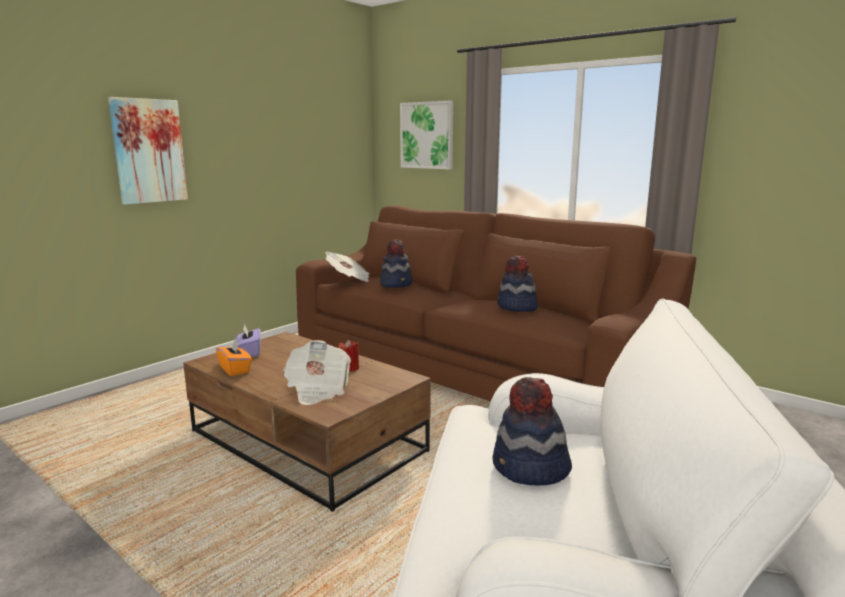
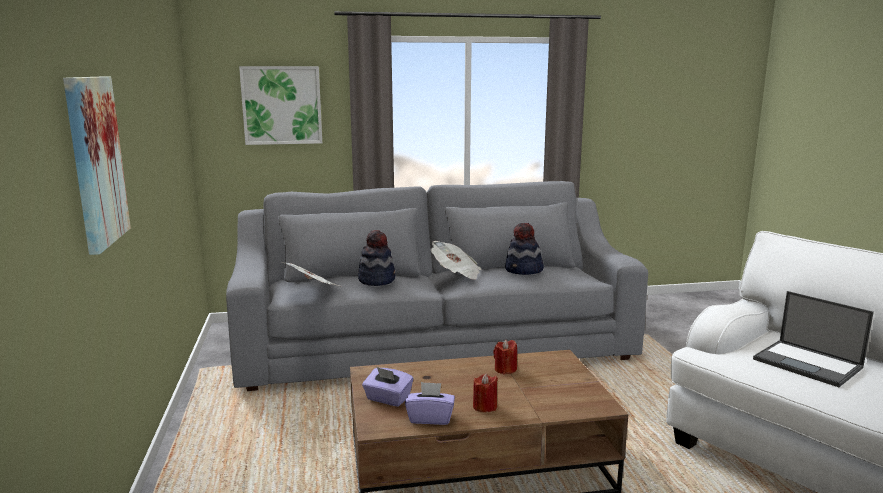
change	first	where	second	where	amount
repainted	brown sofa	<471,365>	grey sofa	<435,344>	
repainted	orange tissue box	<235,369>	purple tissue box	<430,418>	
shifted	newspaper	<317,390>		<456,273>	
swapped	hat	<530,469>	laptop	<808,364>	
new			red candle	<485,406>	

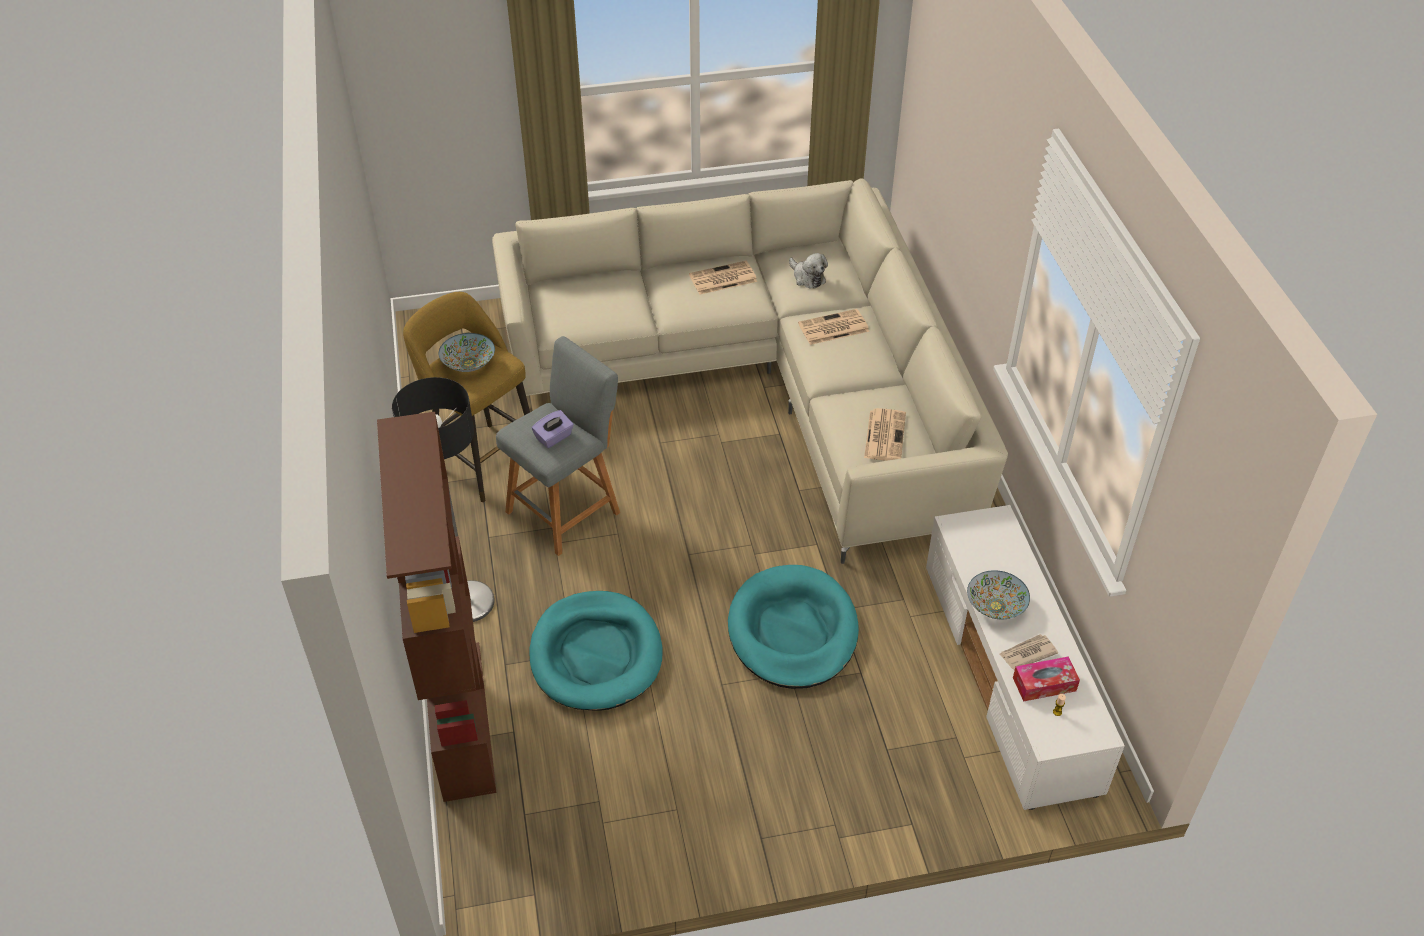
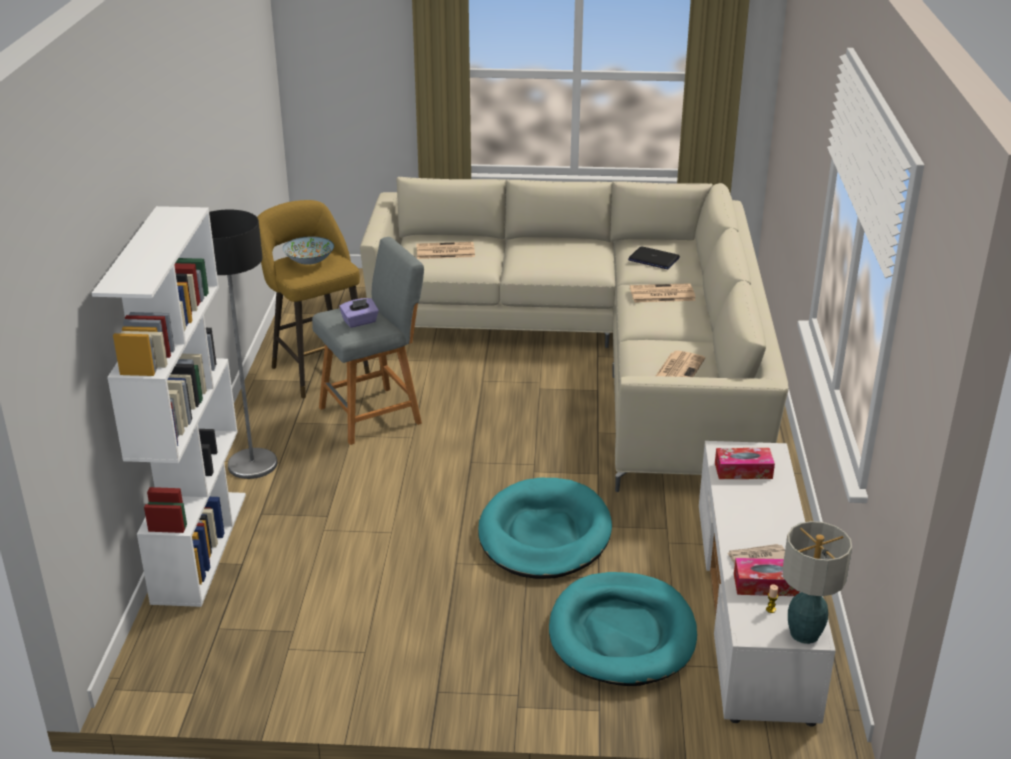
change	first	where	second	where	amount
swapped	plush toy	<807,277>	laptop	<653,259>	
shifted	newspaper	<722,279>		<444,251>	
repainted	brown bookcase	<461,718>	white bookcase	<199,546>	
gone	bowl	<996,606>			
shifted	turquoise dog bed	<596,654>		<622,634>	
new			tissue box	<743,471>	
new			table lamp	<805,634>	

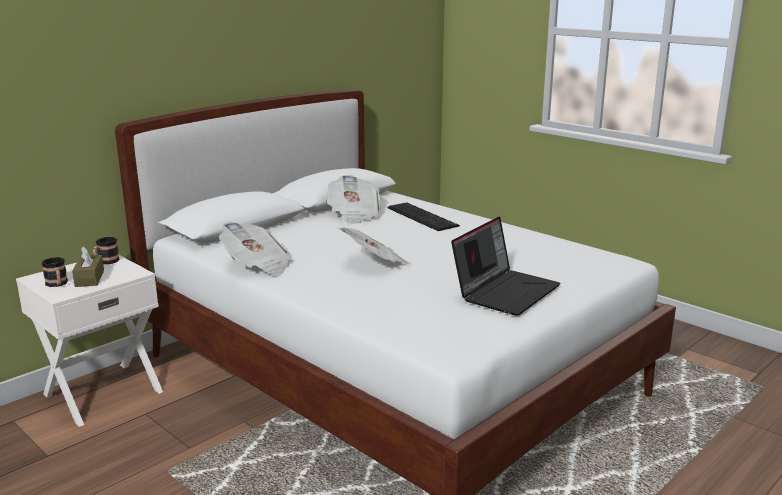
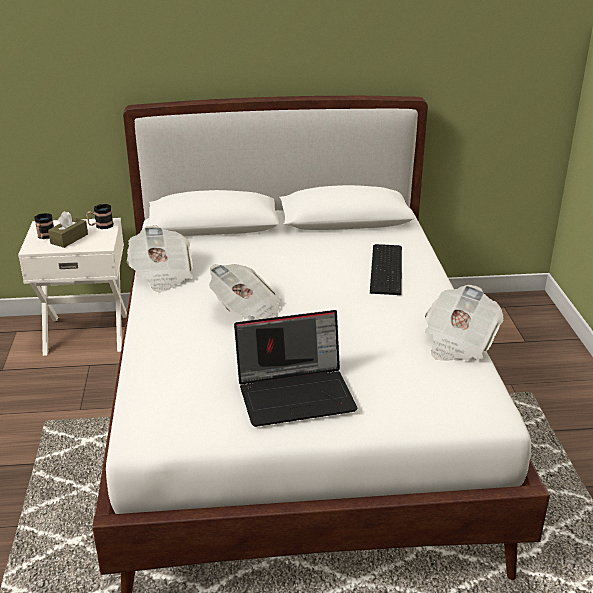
change	first	where	second	where	amount
shifted	newspaper	<353,215>		<458,342>	

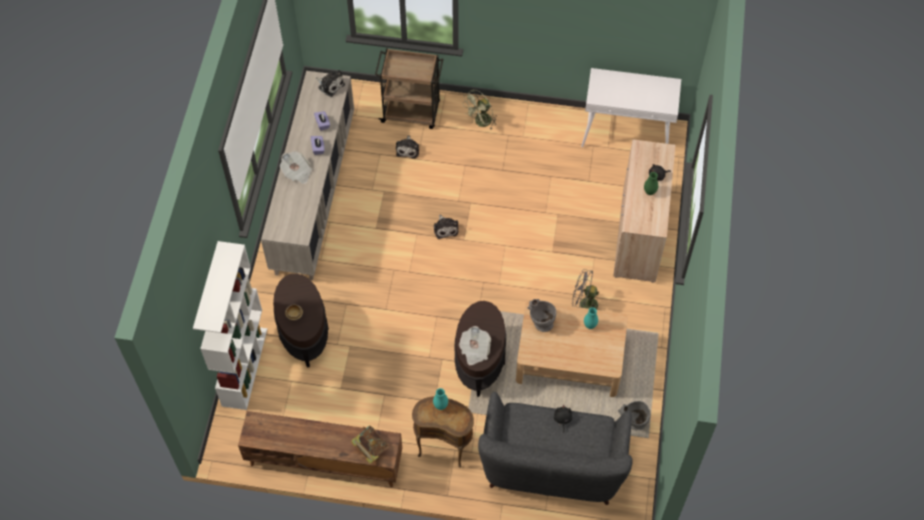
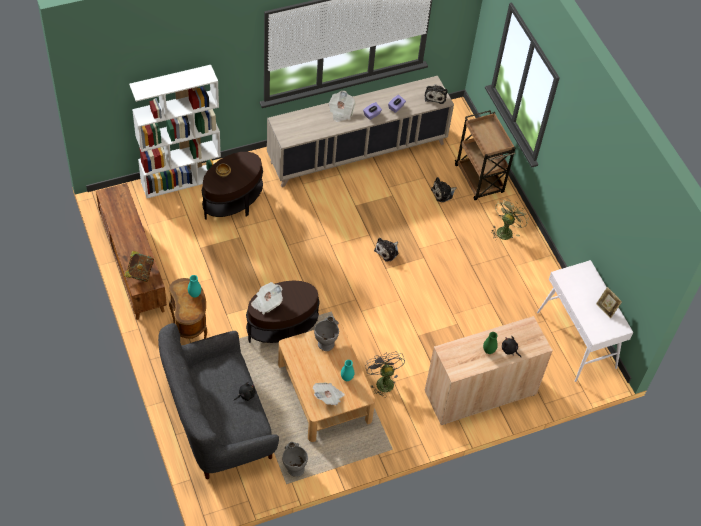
change	first	where	second	where	amount
rotated	green fan	<480,123>		<505,230>	105 degrees clockwise
new			picture frame	<606,309>	
new			newspaper	<328,397>	

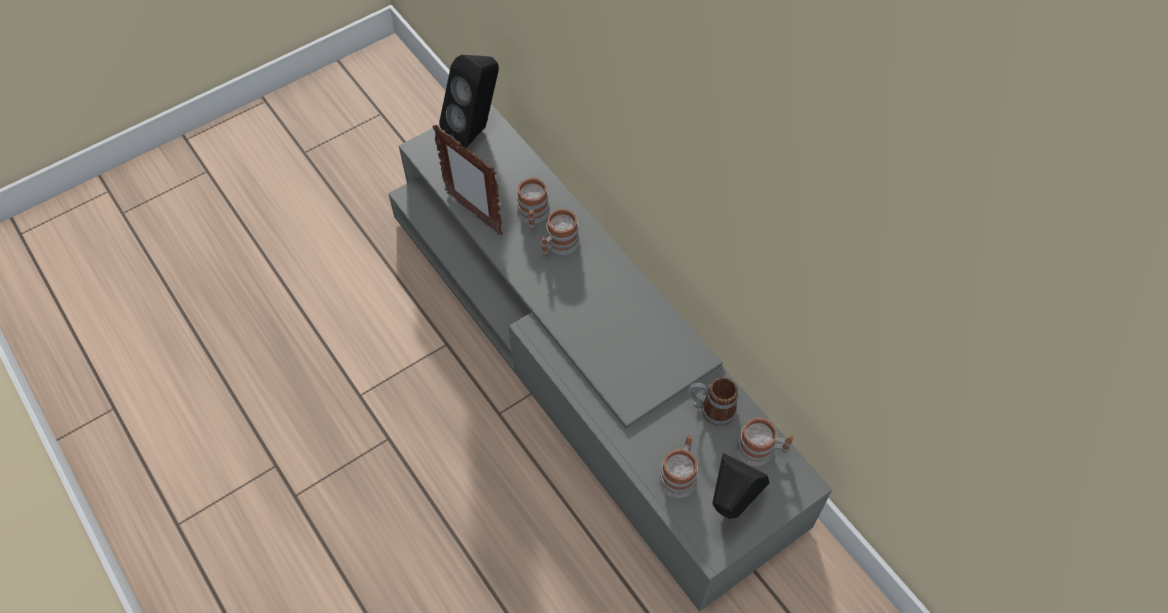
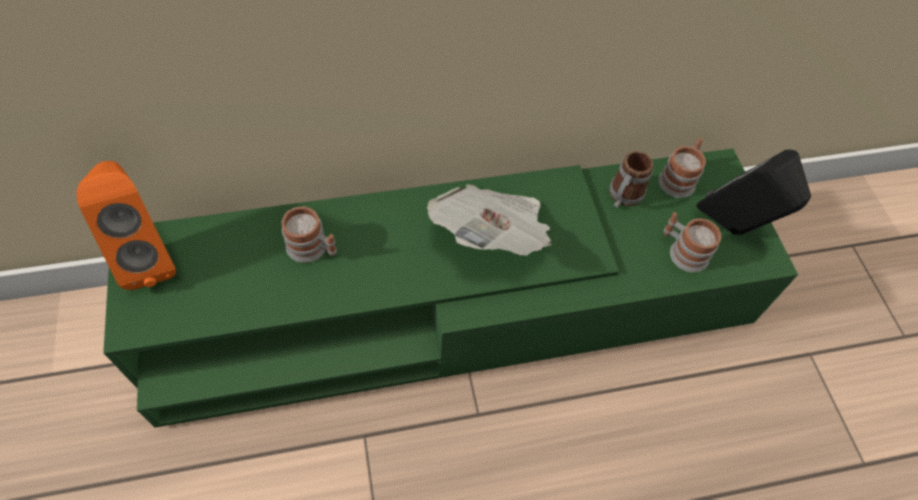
change	first	where	second	where	amount
repainted	black speaker	<476,130>	orange speaker	<148,257>	
repainted	grey tv stand	<584,359>	green tv stand	<454,307>	
gone	picture frame	<473,212>			
gone	mug	<558,245>			
new			newspaper	<492,235>	

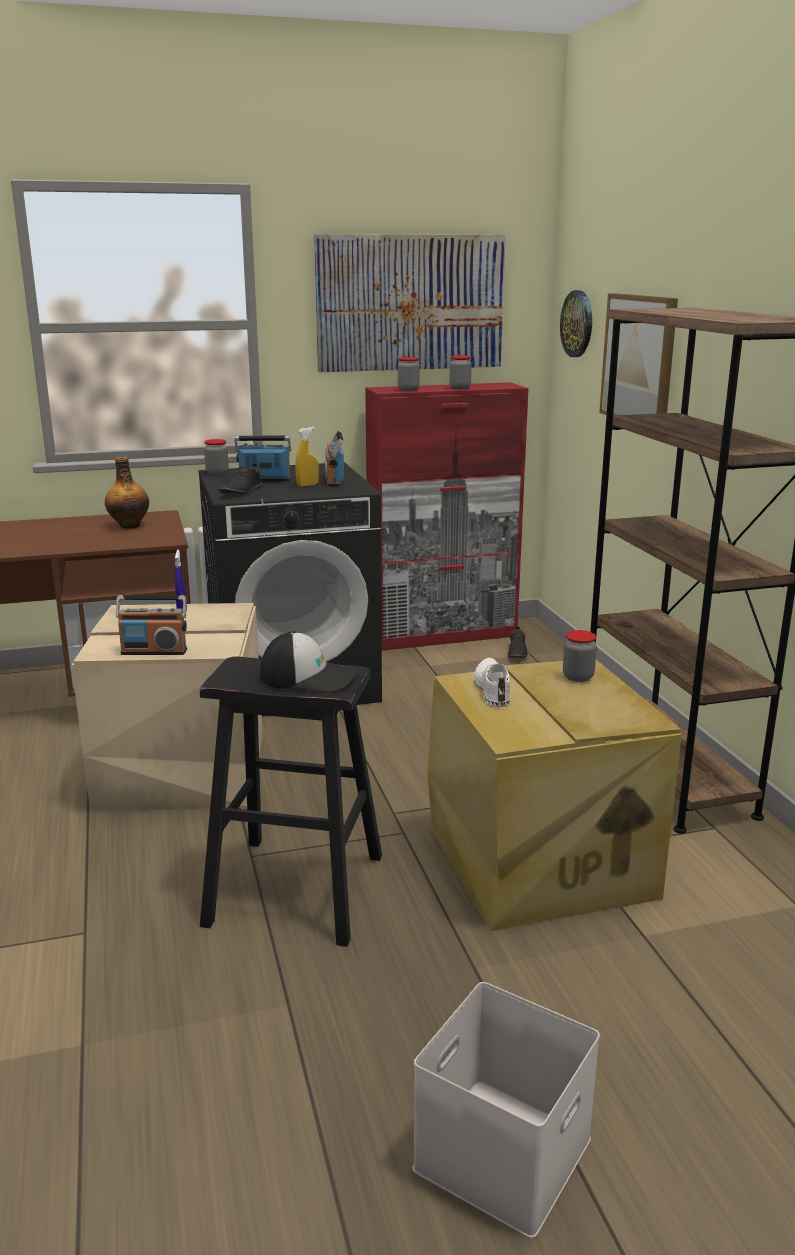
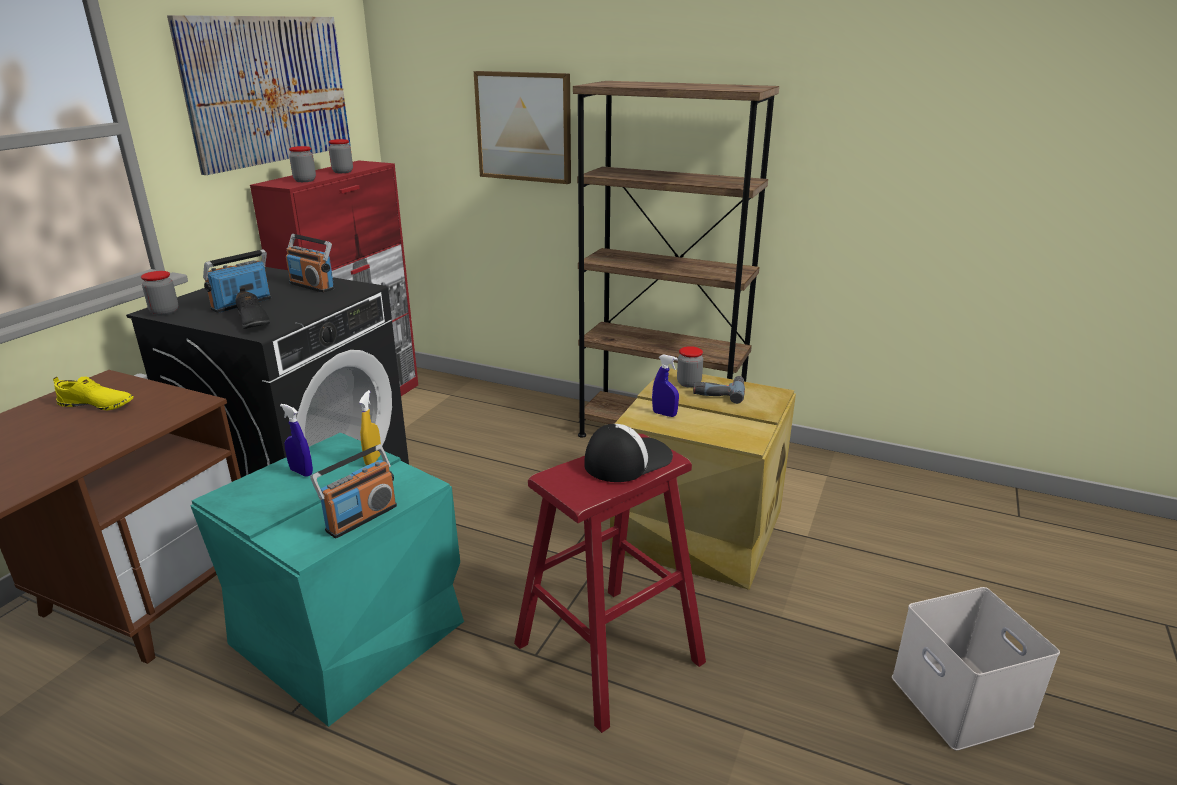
change	first	where	second	where	amount
gone	wall clock	<577,324>			
shifted	yellow spray bottle	<307,485>		<373,459>	
swapped	bottle	<129,526>	yellow shoe	<97,405>	
repainted	beige storage box	<184,772>	turquoise storage box	<351,632>	
gone	black shoe	<516,652>			
repainted	black stool	<296,889>	red stool	<608,653>	
swapped	white shoe	<493,688>	blue spray bottle	<664,414>	
new			power drill	<719,392>	

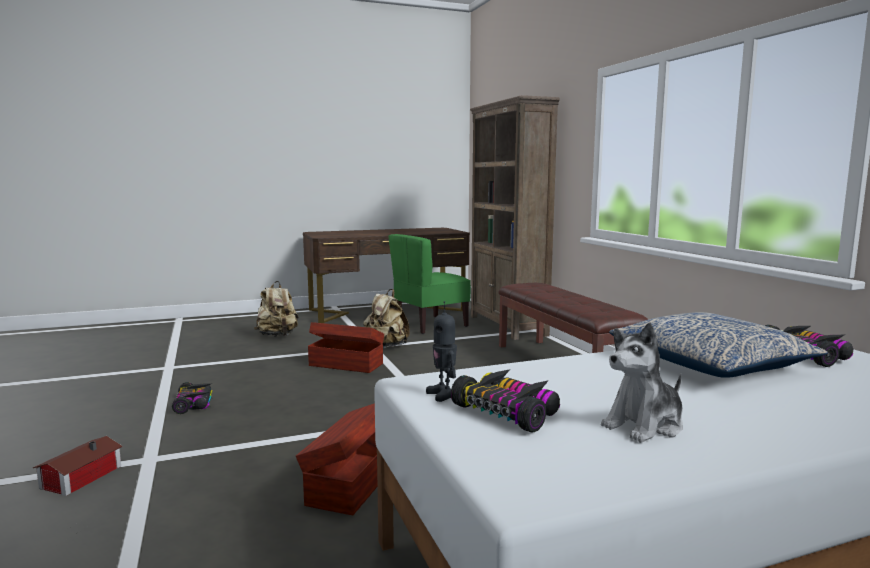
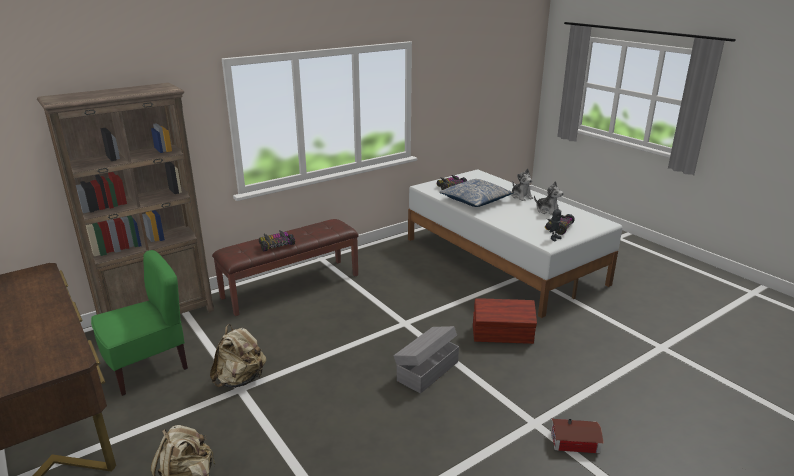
change	first	where	second	where	amount
rotated	green chair	<430,325>		<147,366>	75 degrees counterclockwise
gone	brown storage box	<346,364>			
shifted	toy car	<194,404>		<276,245>	
new			plush toy	<521,196>	
new			grey storage box	<426,371>	

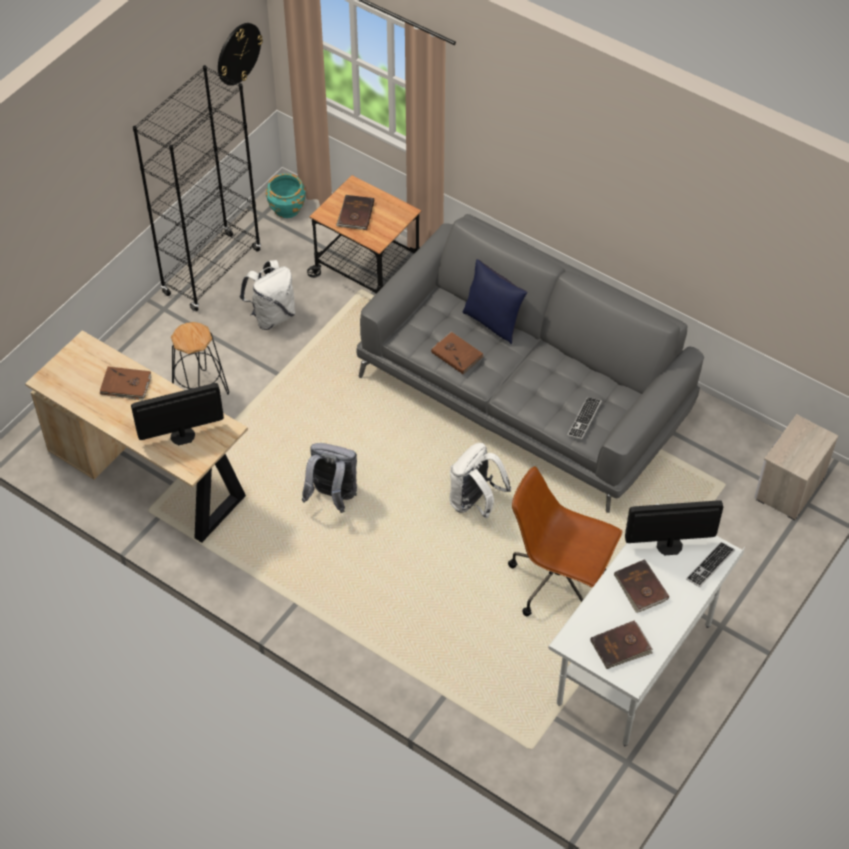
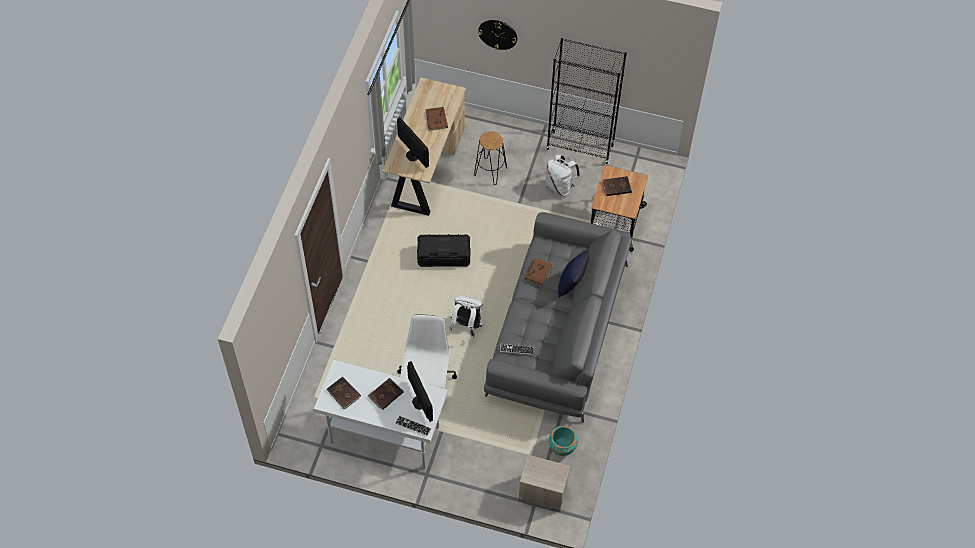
change	first	where	second	where	amount
shifted	wall clock	<238,53>		<498,34>	
shifted	turquoise planter	<287,208>		<562,447>	
swapped	grey backpack	<332,497>	black storage box	<443,256>	
repainted	brown office chair	<558,582>	white office chair	<426,383>	

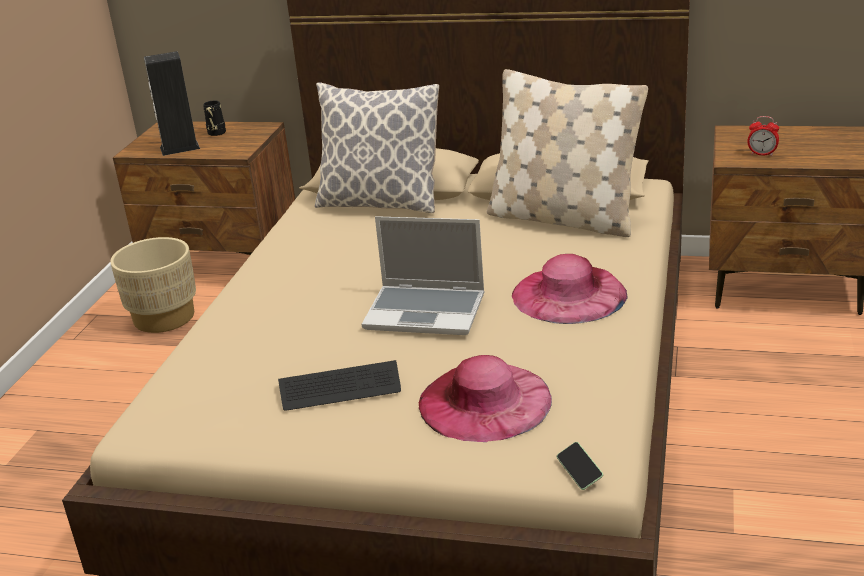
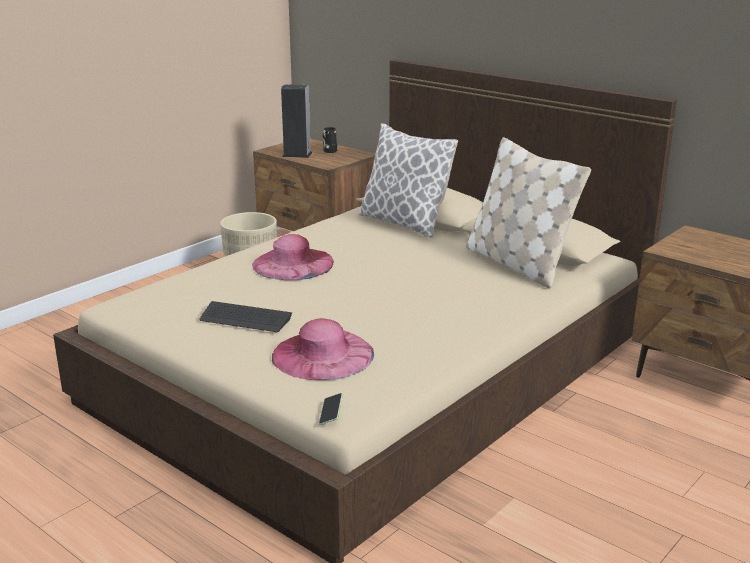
change	first	where	second	where	amount
gone	alarm clock	<762,154>			
gone	laptop	<427,311>			
shifted	pink hat	<569,294>		<293,263>	

